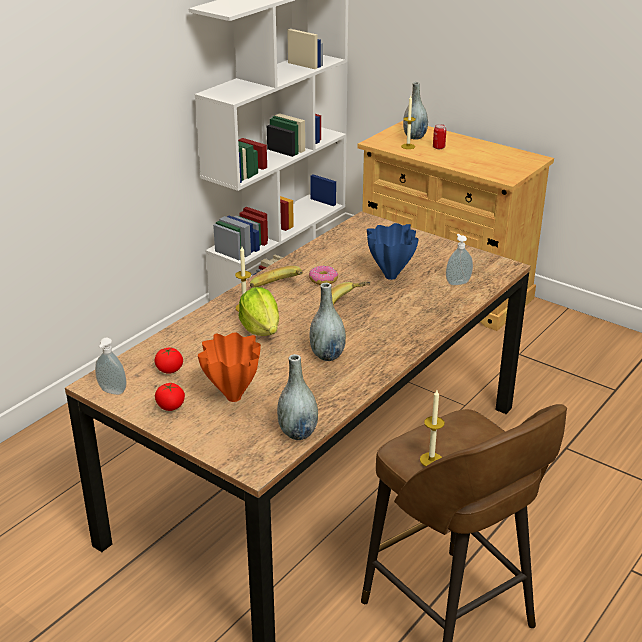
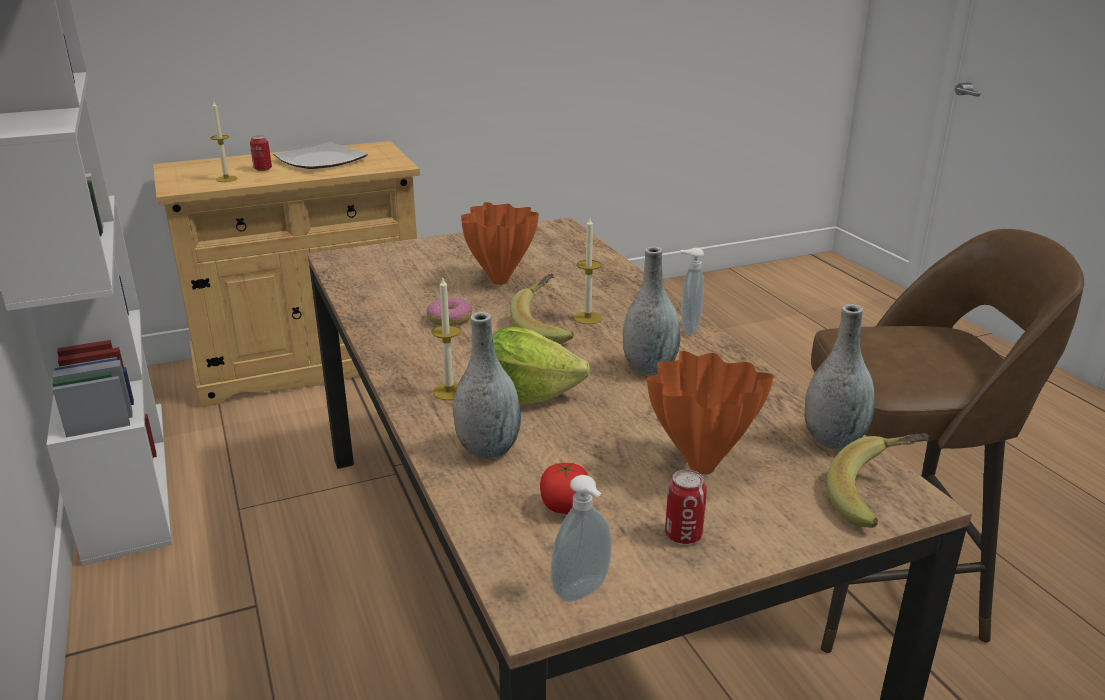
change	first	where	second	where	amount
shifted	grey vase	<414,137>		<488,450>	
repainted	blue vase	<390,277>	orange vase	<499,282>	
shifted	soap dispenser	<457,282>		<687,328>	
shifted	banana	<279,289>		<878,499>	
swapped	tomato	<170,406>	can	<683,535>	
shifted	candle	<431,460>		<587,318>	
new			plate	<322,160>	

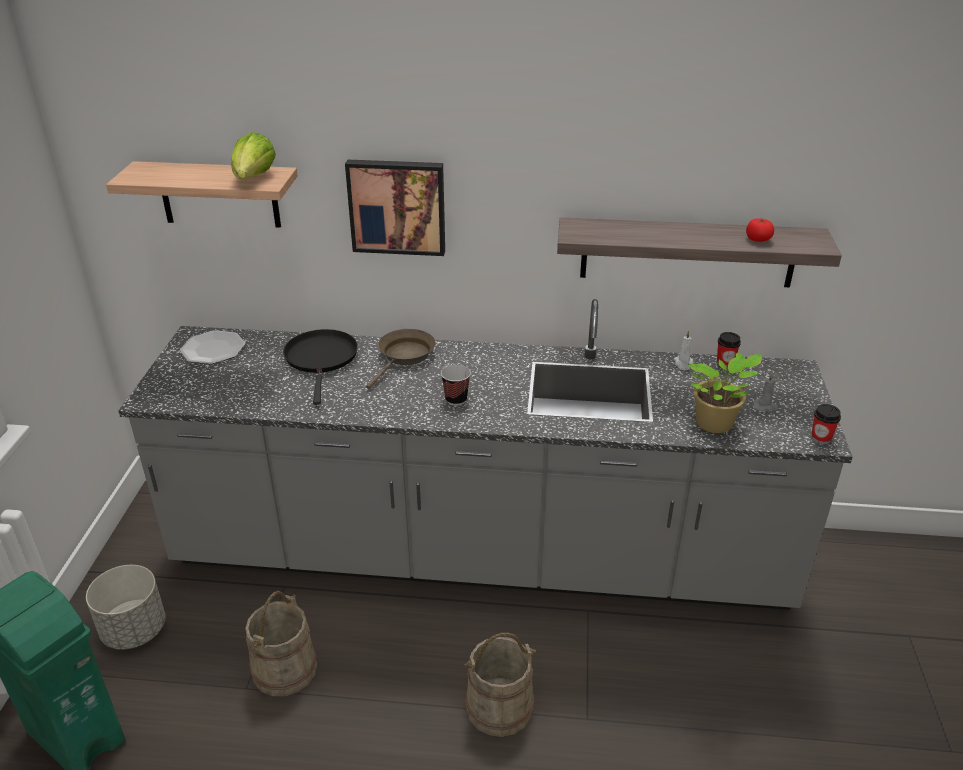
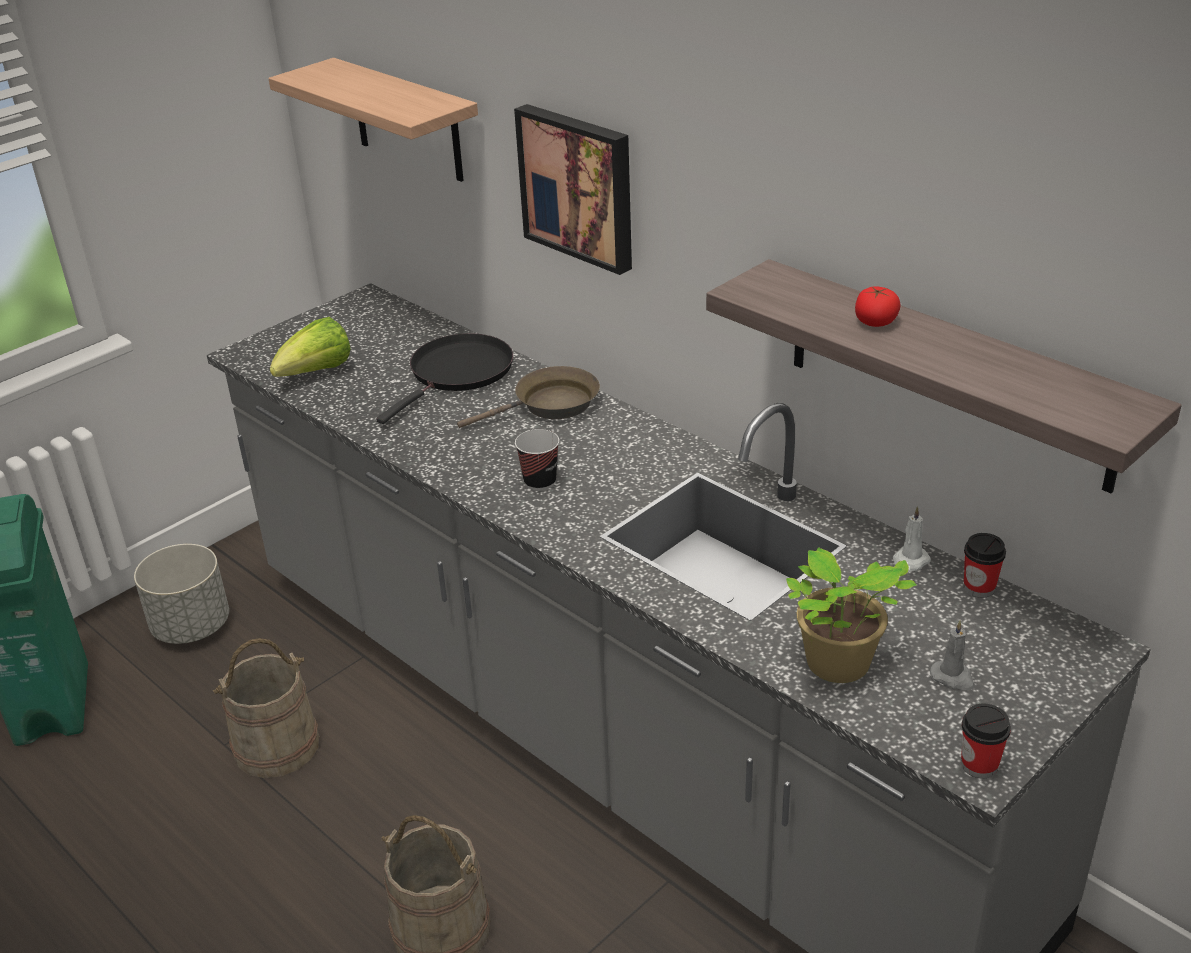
change	first	where	second	where	amount
shifted	lettuce	<253,179>		<316,373>	
shifted	tomato	<758,239>		<875,322>	
gone	plate	<213,349>			

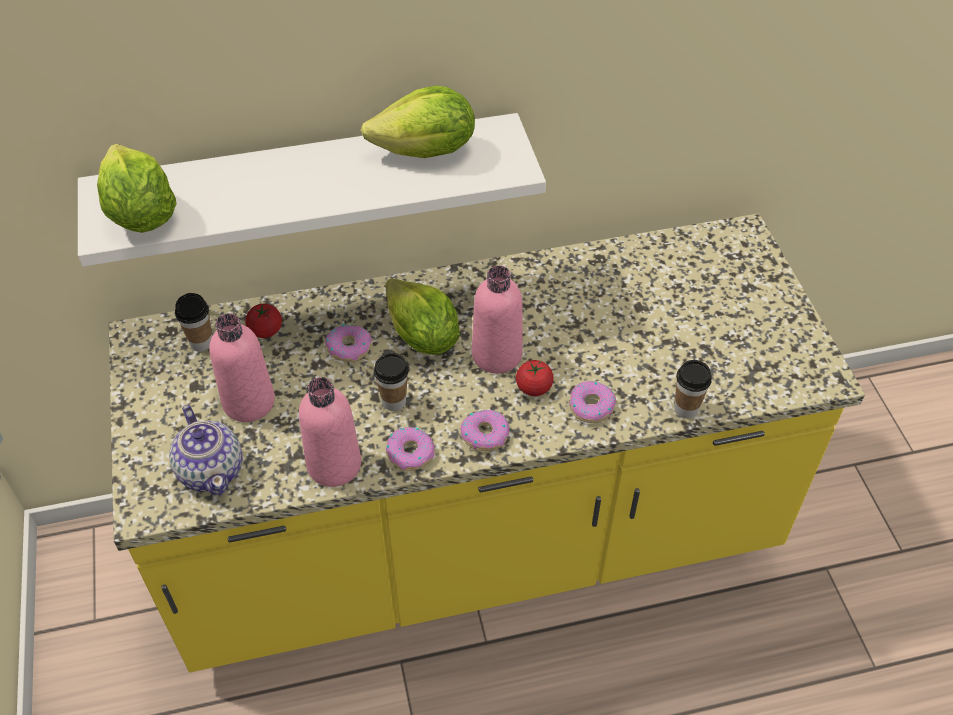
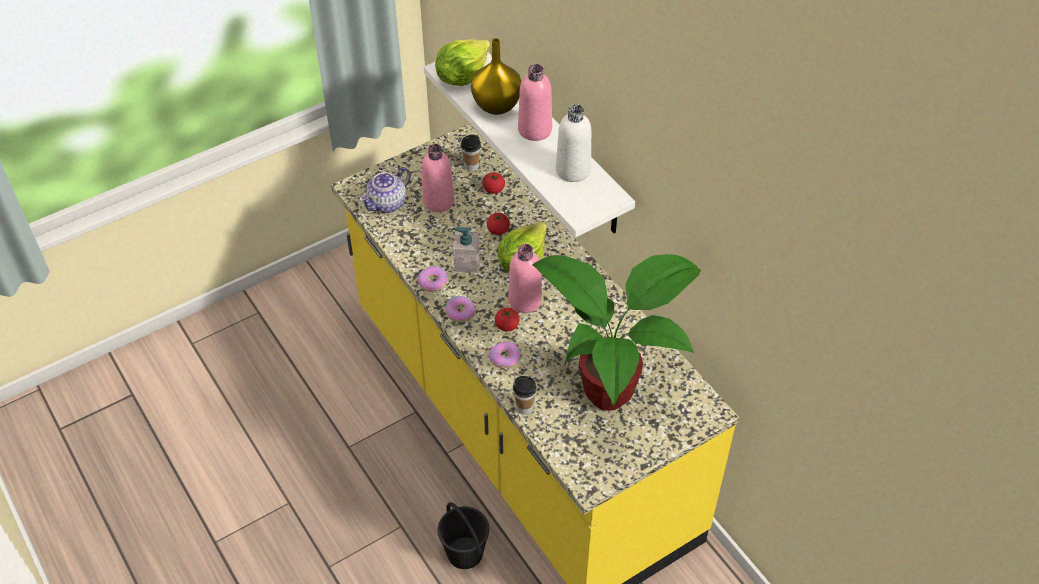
change	first	where	second	where	amount
swapped	lettuce	<426,152>	white bottle	<573,170>	
swapped	donut	<349,347>	tomato	<498,230>	
swapped	cup	<394,401>	soap dispenser	<466,263>	
shifted	pink bottle	<334,465>		<535,130>	
new			yellow vase	<497,106>	
new			potted plant	<613,389>	
new			black bucket	<465,553>	

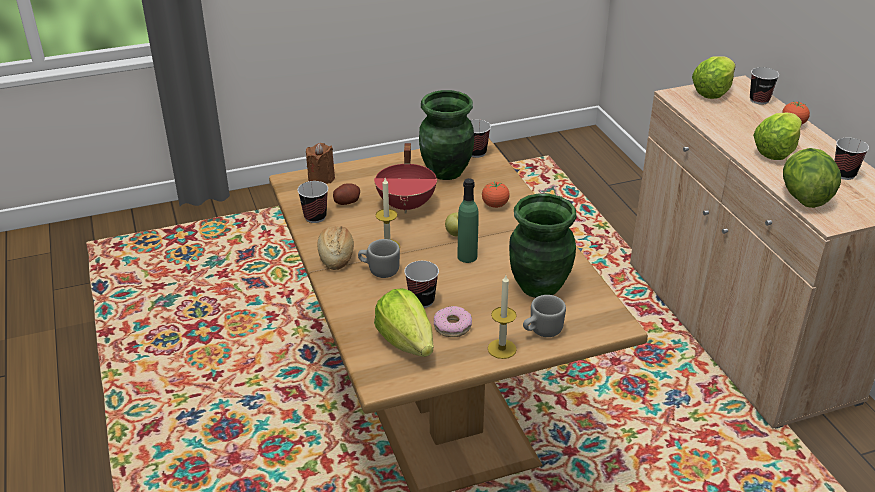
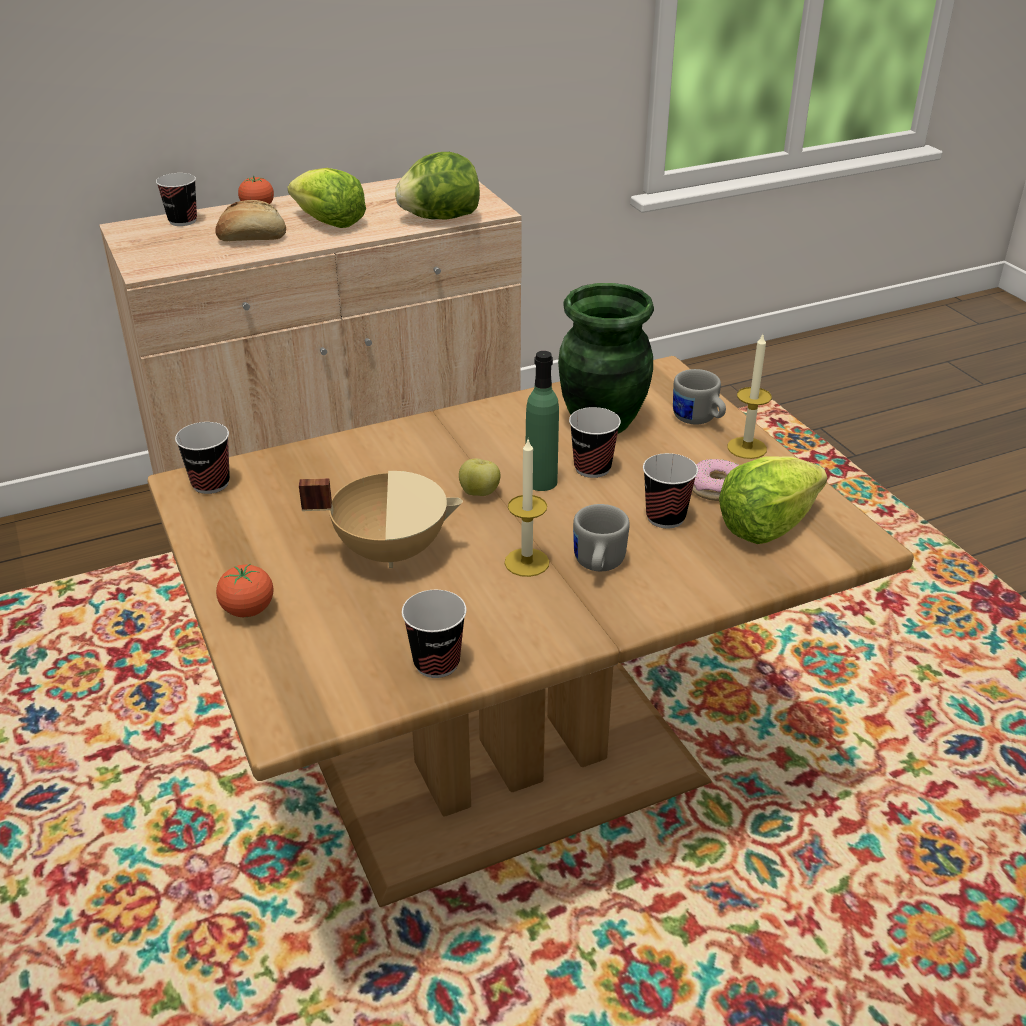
change	first	where	second	where	amount
gone	lettuce	<712,92>			
gone	green vase	<446,172>			
shifted	cup	<844,174>		<592,468>	
gone	brown candle	<321,178>			
repainted	red cooking pot	<407,205>	beige cooking pot	<390,550>	
shifted	tomato	<495,205>		<248,610>	
gone	potato	<347,202>			
shifted	bread	<336,256>		<252,238>	

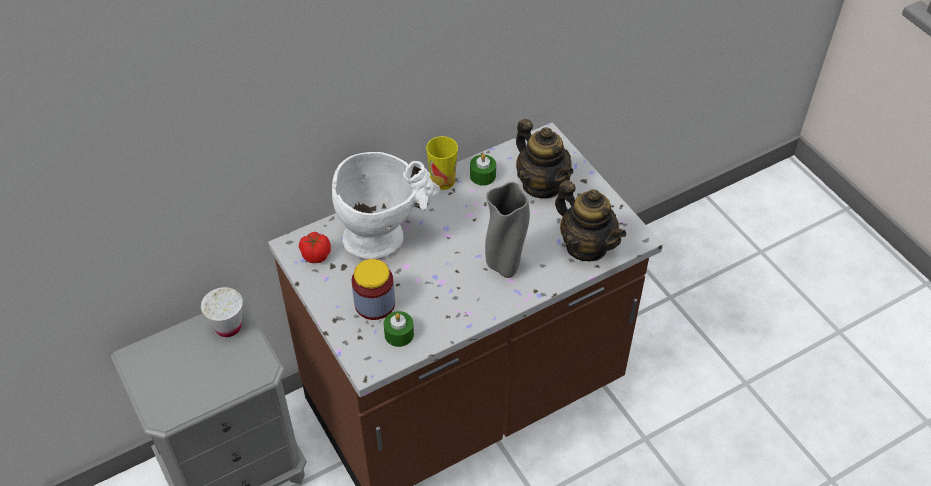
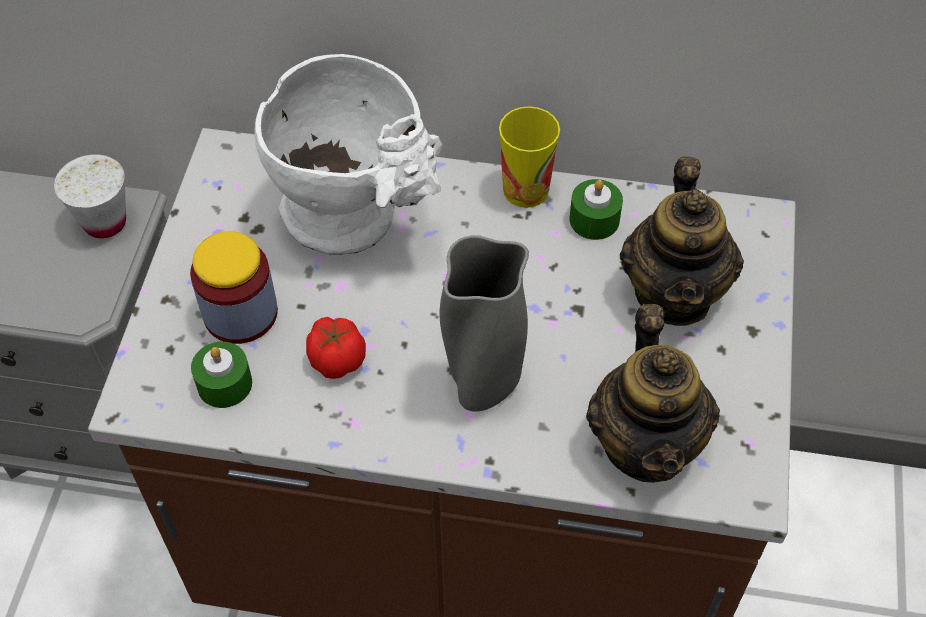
change	first	where	second	where	amount
shifted	tomato	<315,255>		<336,359>	

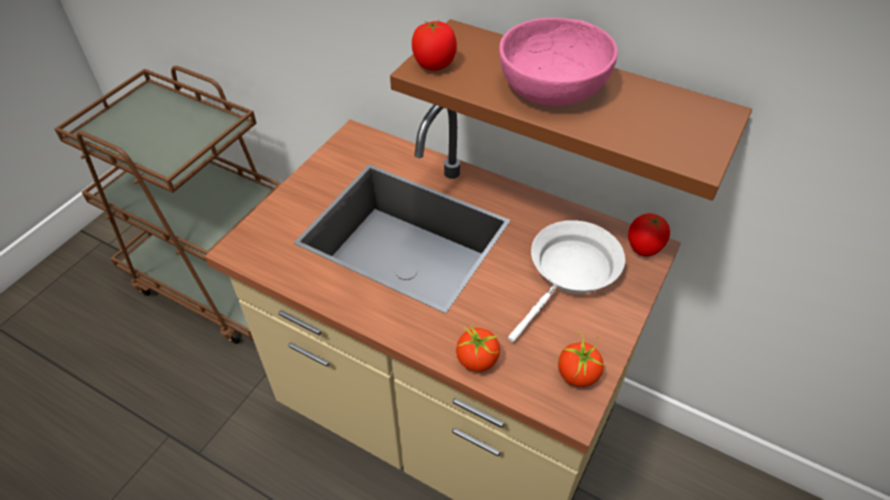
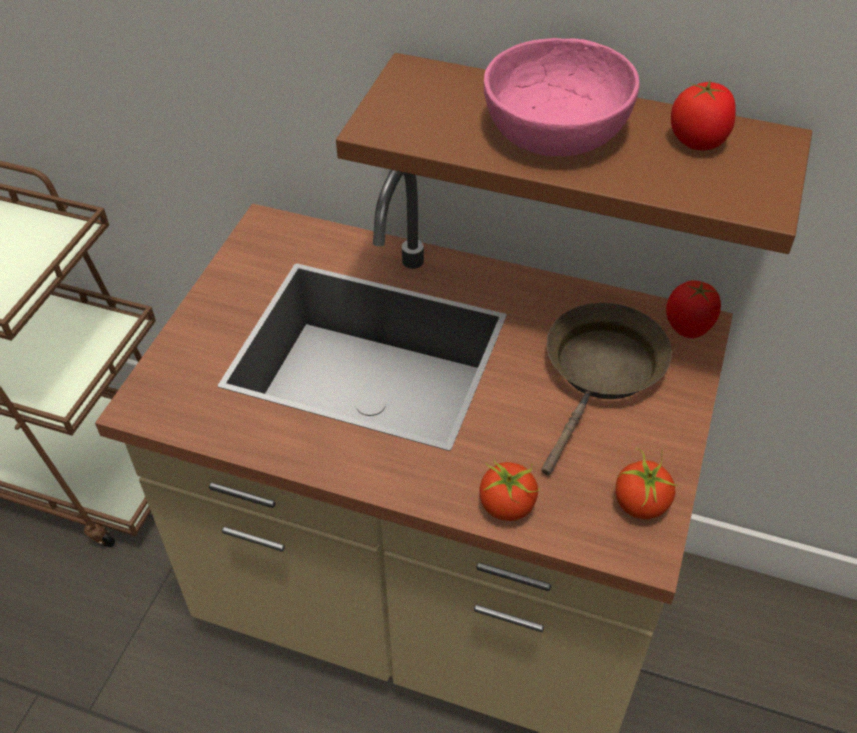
change	first	where	second	where	amount
shifted	tomato	<434,64>		<698,141>	
repainted	white frying pan	<570,273>	brown frying pan	<601,373>	

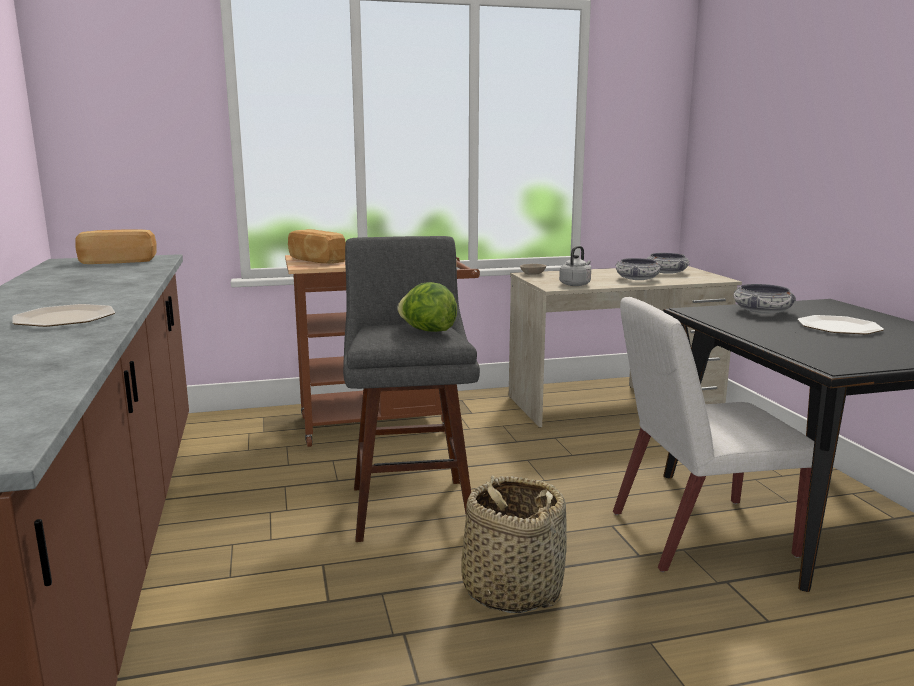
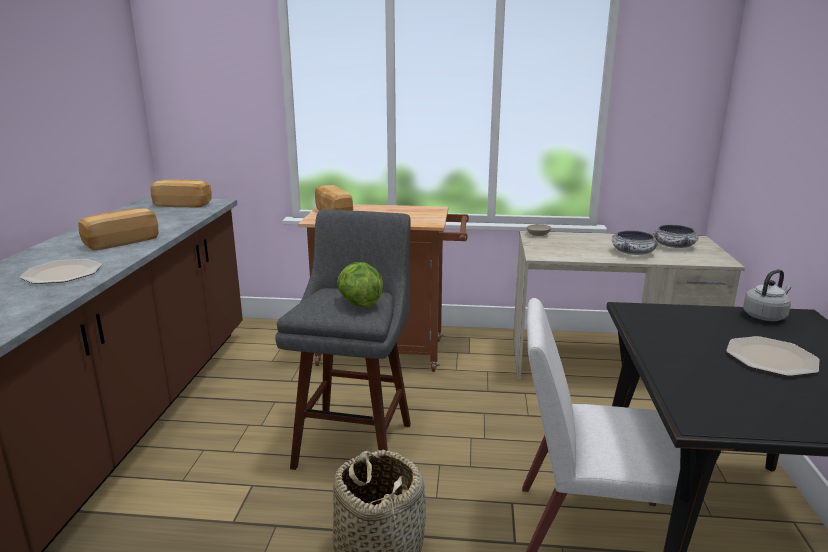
change	first	where	second	where	amount
shifted	grey kettle	<575,284>		<765,316>	
gone	bowl	<762,312>			
new			bread	<121,242>	

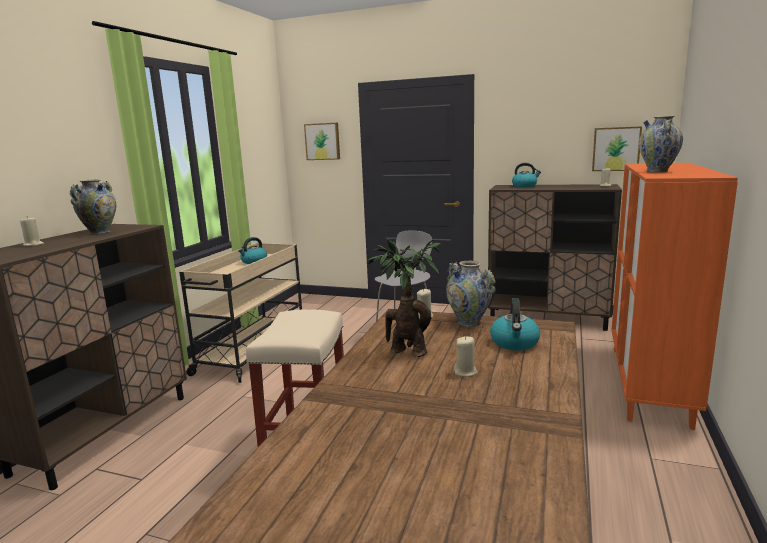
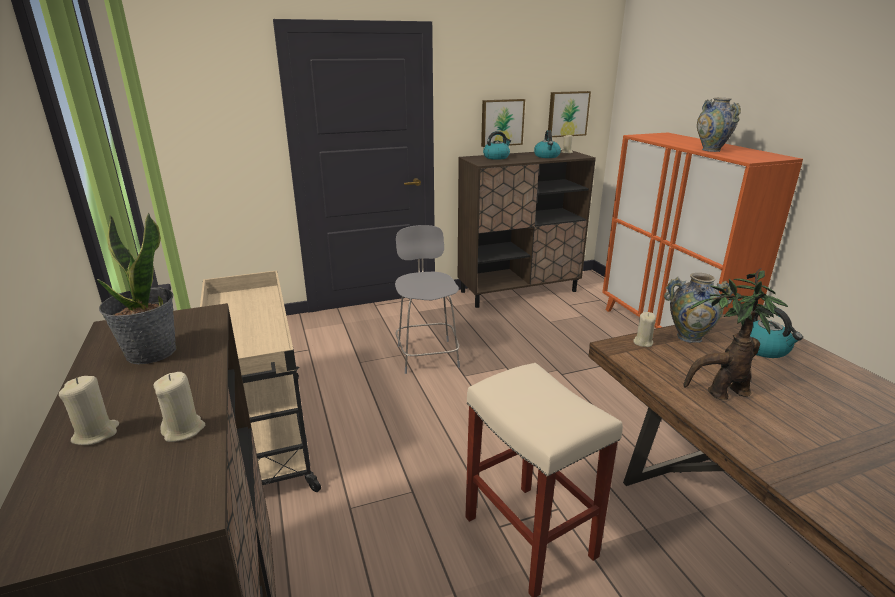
change	first	where	second	where	amount
shifted	picture	<323,141>		<501,122>	
swapped	vase	<100,232>	potted plant	<151,352>	
shifted	kettle	<254,261>		<547,156>	
shifted	beige candle	<465,372>		<184,430>	

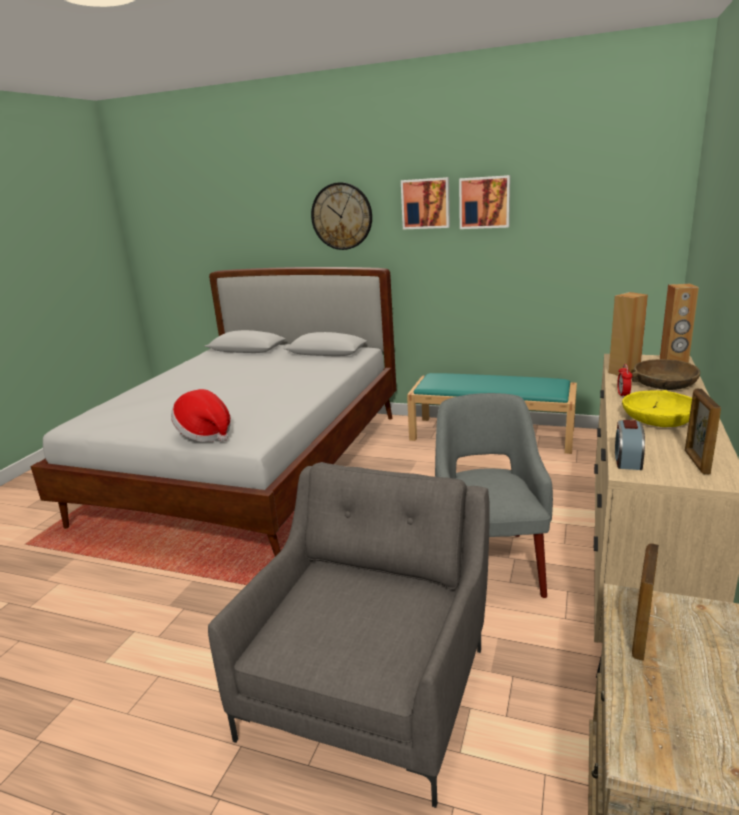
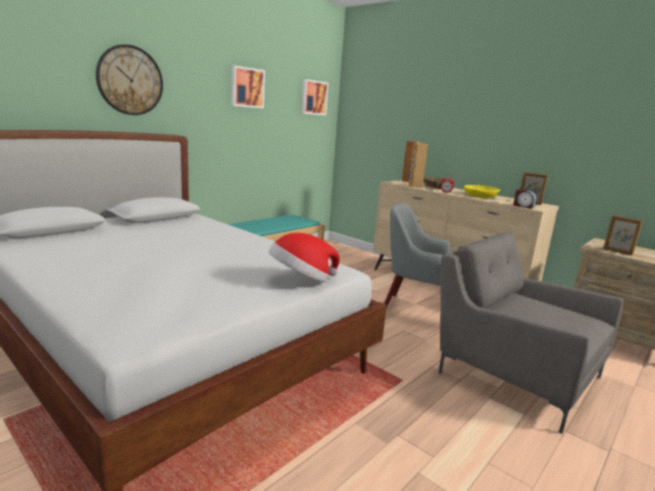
change	first	where	second	where	amount
shifted	picture	<426,203>		<313,97>	

